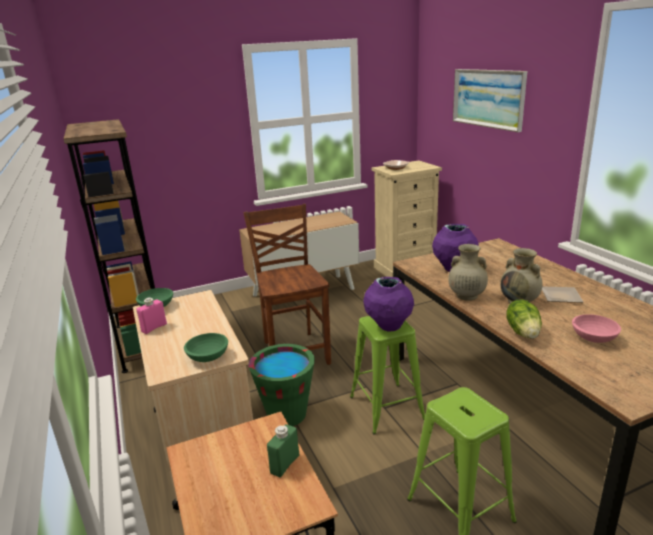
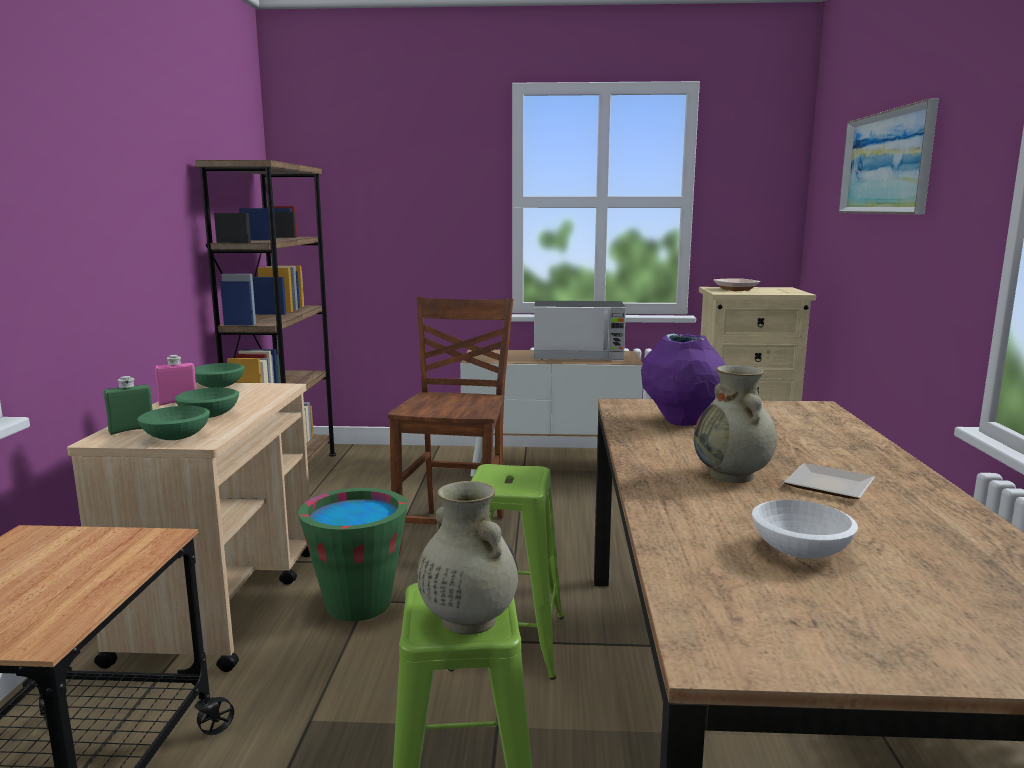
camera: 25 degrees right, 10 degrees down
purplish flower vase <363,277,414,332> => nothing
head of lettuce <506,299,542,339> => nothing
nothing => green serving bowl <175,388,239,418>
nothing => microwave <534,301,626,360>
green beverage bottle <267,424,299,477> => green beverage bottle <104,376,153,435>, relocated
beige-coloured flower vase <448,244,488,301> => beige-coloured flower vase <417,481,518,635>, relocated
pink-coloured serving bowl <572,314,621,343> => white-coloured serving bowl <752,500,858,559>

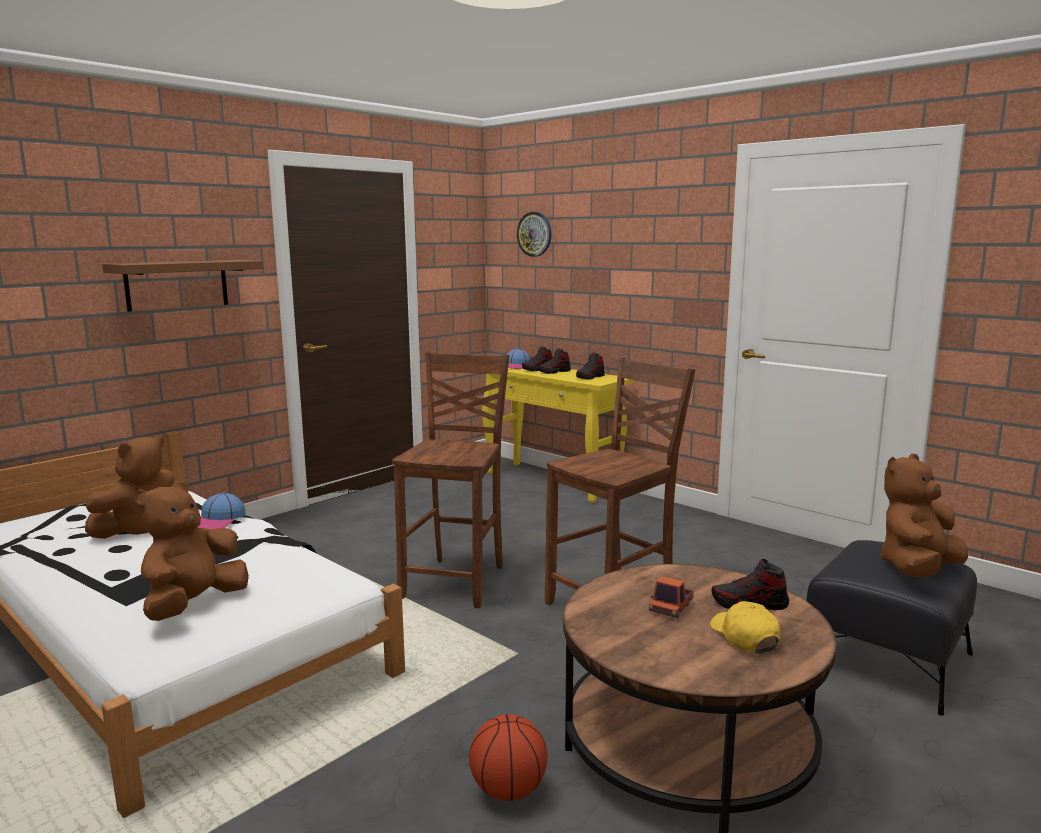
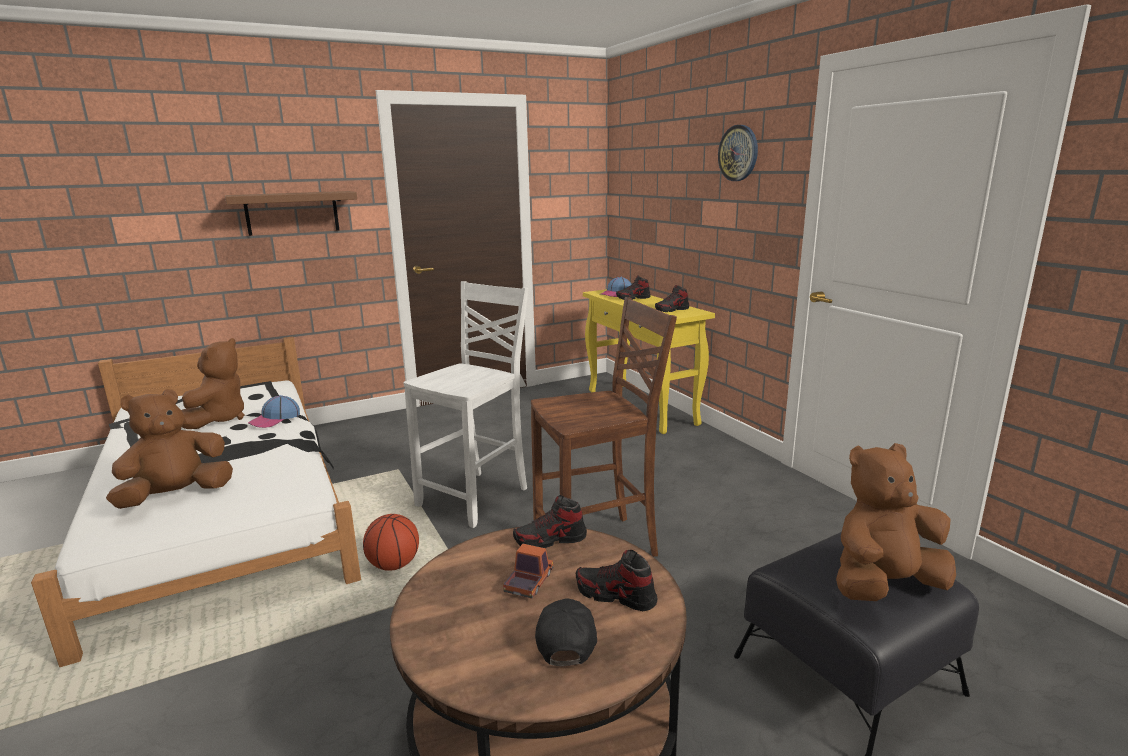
camera: 20 degrees right, 5 degrees up
basketball <469,714,548,801> => basketball <363,514,419,571>, relocated
wall clock <517,212,552,257> => wall clock <718,125,758,181>, relocated
low shoe <538,348,571,374> => low shoe <513,495,587,548>, relocated
brownish plain chair <392,352,509,608> => white-coloured plain chair <403,281,528,528>
yellow-coloured baseball cap <710,601,781,654> => blackish baseball cap <535,598,597,666>
brownish plush toy <85,435,174,539> => brownish plush toy <181,338,244,429>, 45 degrees counterclockwise
model truck <649,576,694,618> => model truck <503,544,553,599>, 150 degrees clockwise

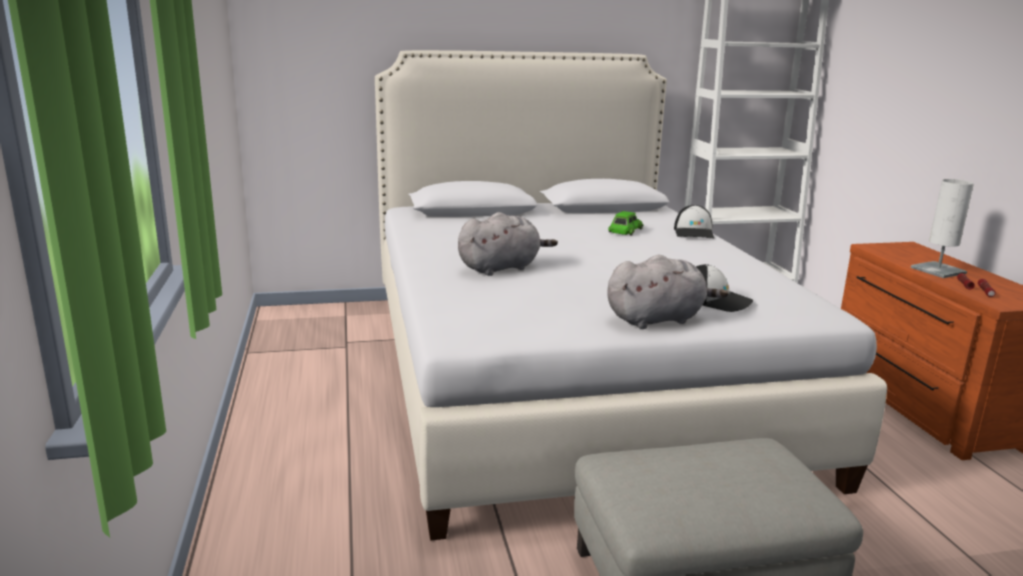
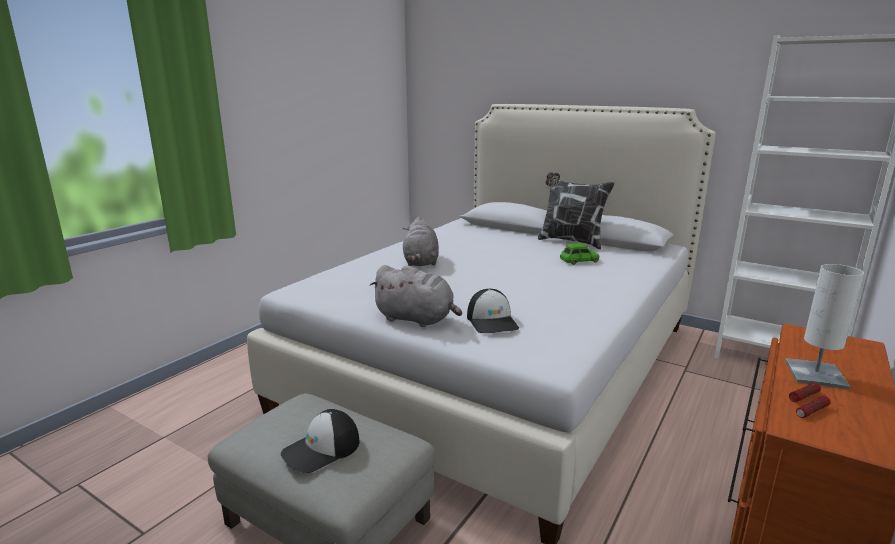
camera: 45 degrees right, 0 degrees up
nothing => cushion <538,172,614,249>
baseball cap <674,205,714,238> => baseball cap <281,409,360,473>, relocated
greyish plush toy <458,212,558,276> => greyish plush toy <403,217,439,266>, 75 degrees clockwise

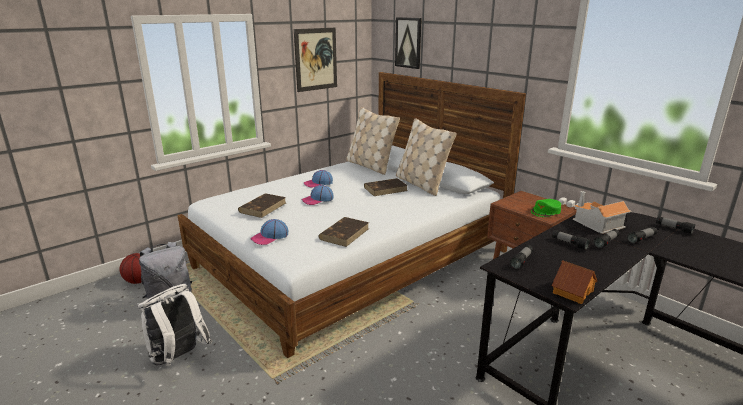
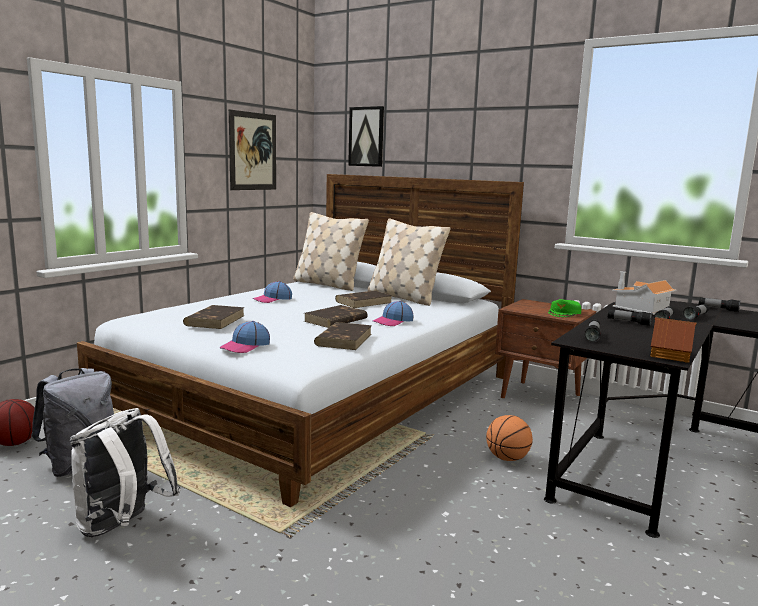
camera: 15 degrees left, 10 degrees down
nothing => brownish bound book <304,305,368,328>
nothing => basketball <486,415,533,461>
baseball cap <301,185,334,205> => baseball cap <373,301,414,326>, relocated

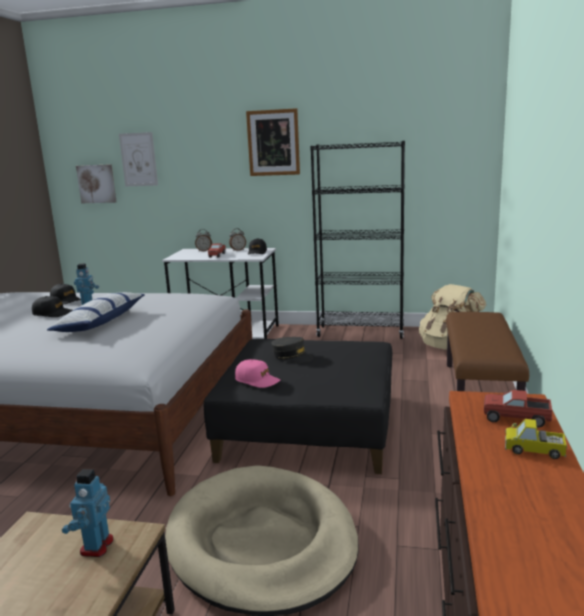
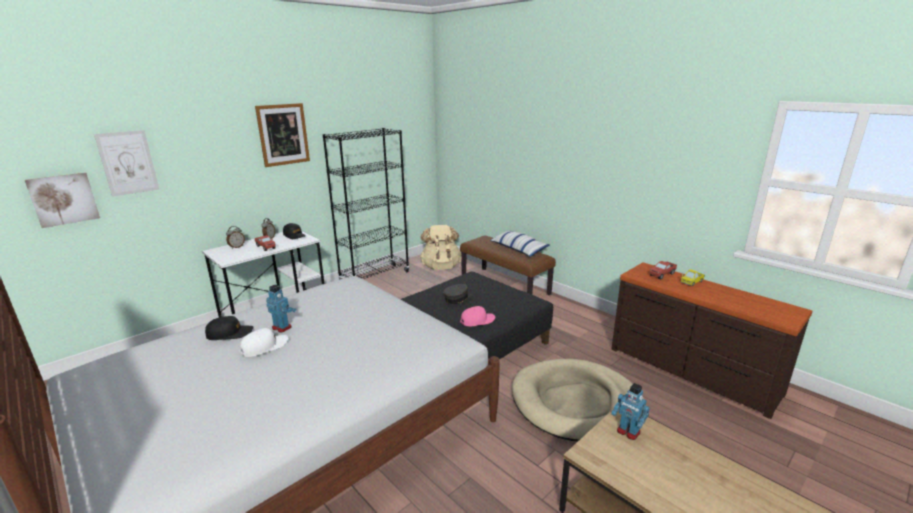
camera: 55 degrees left, 5 degrees up
cushion <47,292,145,332> => cushion <490,230,550,257>, relocated
blackish baseball cap <32,296,73,317> => white-coloured baseball cap <239,328,288,357>

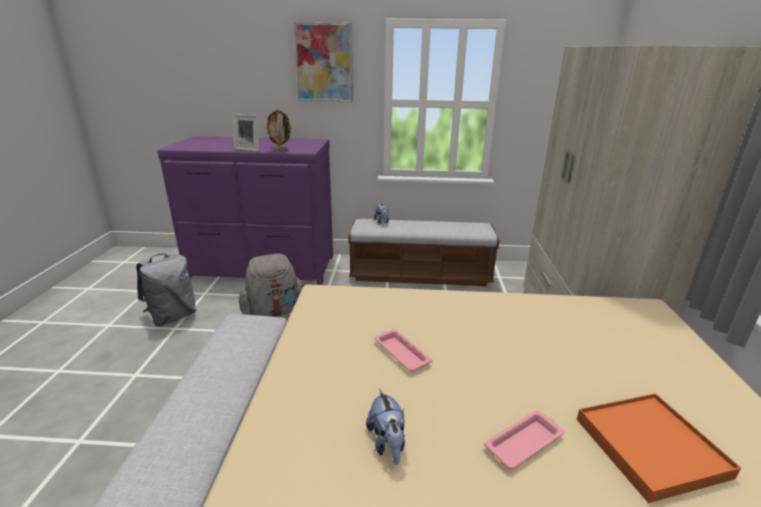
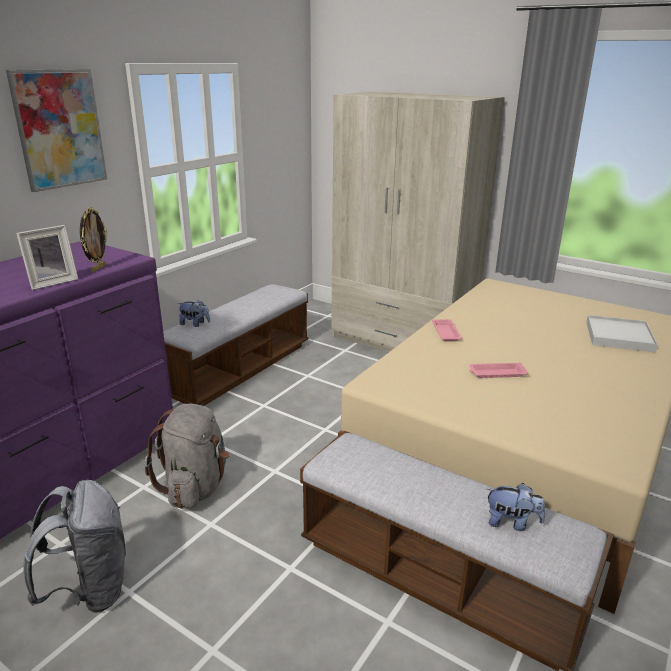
camera: 60 degrees left, 0 degrees up
plush toy <366,389,405,465> => plush toy <487,483,545,531>, relocated
pink-coloured serving tray <484,410,564,469> => pink-coloured serving tray <432,319,462,341>, relocated
orange serving tray <577,393,741,503> => white-coloured serving tray <586,315,658,352>

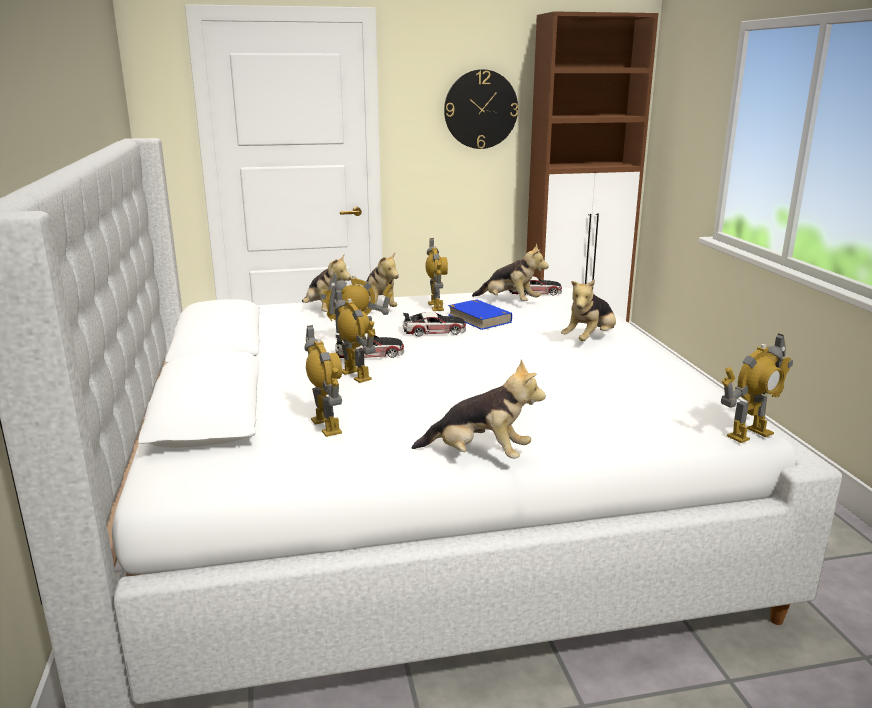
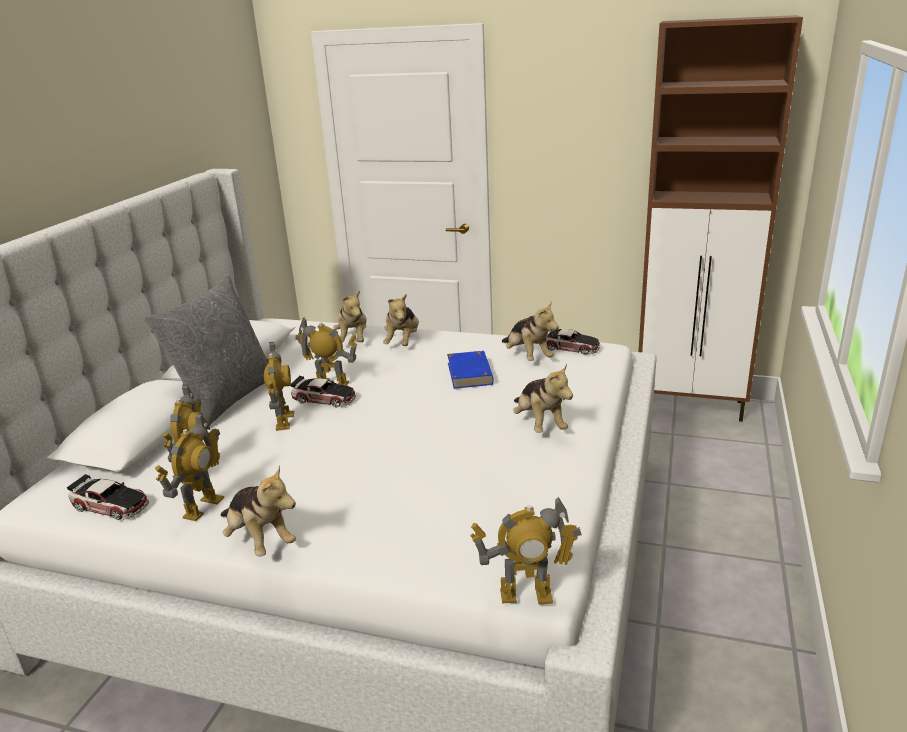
camera: 30 degrees right, 5 degrees up
wall clock <444,69,518,149> => nothing
nothing => greyish cushion <144,275,269,426>
toy car <403,312,466,337> => toy car <67,474,149,520>, relocated
toy robot <425,238,448,311> => toy robot <155,413,224,521>, relocated
plush toy <561,279,616,341> => plush toy <513,364,573,433>, 90 degrees counterclockwise

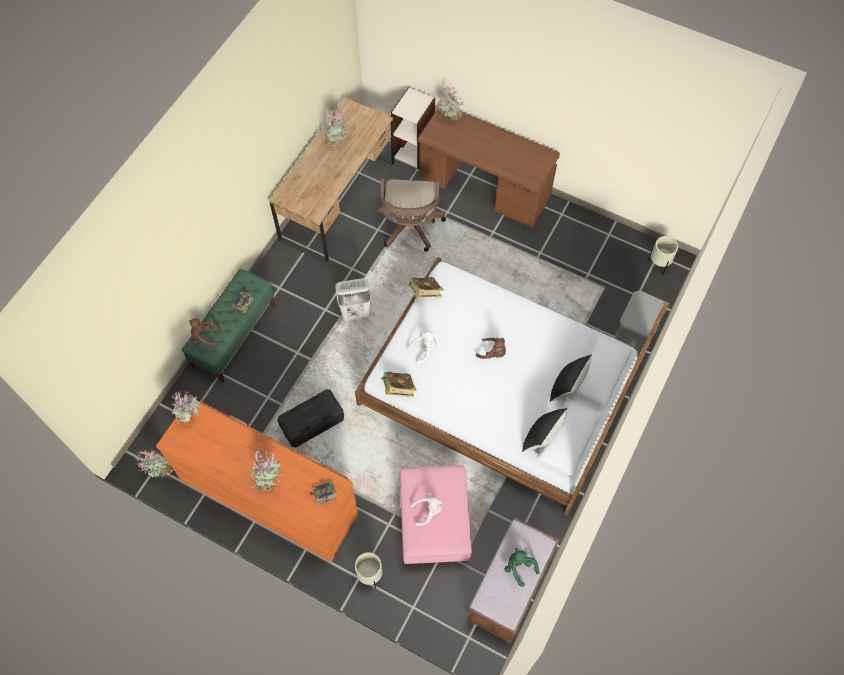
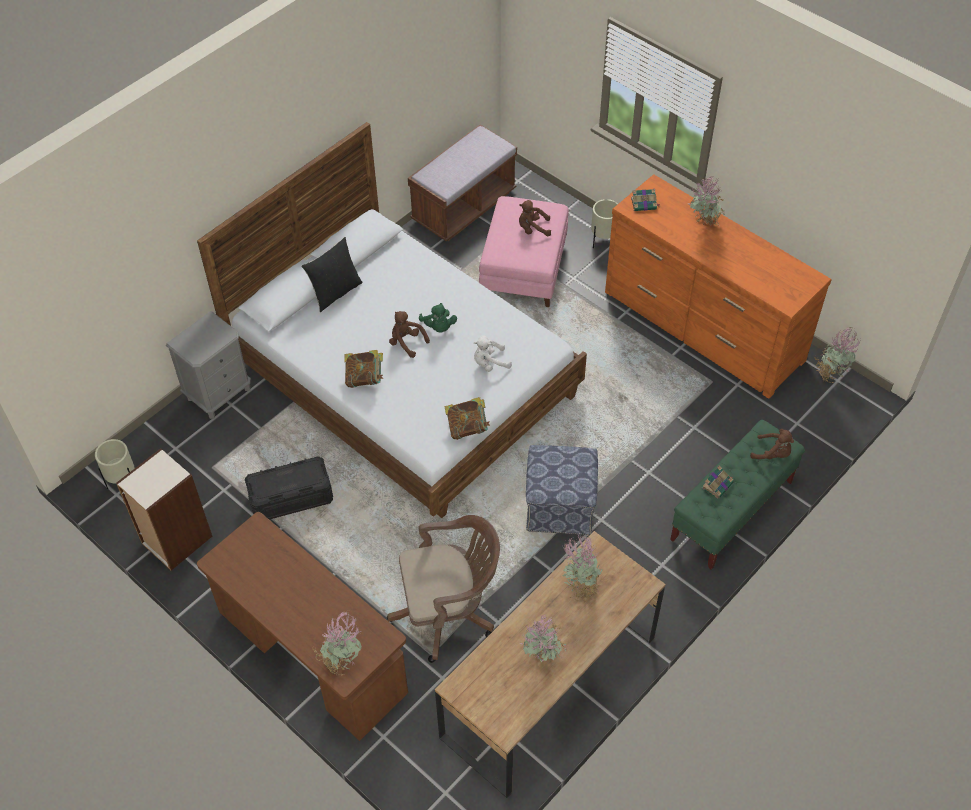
camera: 165 degrees left, 10 degrees down
blackish cushion <522,408,568,452> => nothing
potted plant <170,391,200,423> => potted plant <562,533,603,602>, relocated
blackish storage box <277,389,344,448> => blackish storage box <245,456,333,520>, relocated
bound book <381,372,417,397> => bound book <344,350,383,388>, relocated
shelving unit <391,87,435,169> => shelving unit <116,448,212,570>, relocated
green plush toy <505,548,539,587> => green plush toy <419,303,457,332>, relocated
white-coloured hamper <335,278,371,321> => footrest <526,445,598,535>
white-coloured plush toy <410,493,442,526> => brownish plush toy <519,200,551,236>
brownish computer chair <377,178,446,252> => brownish computer chair <387,515,500,663>, 60 degrees clockwise

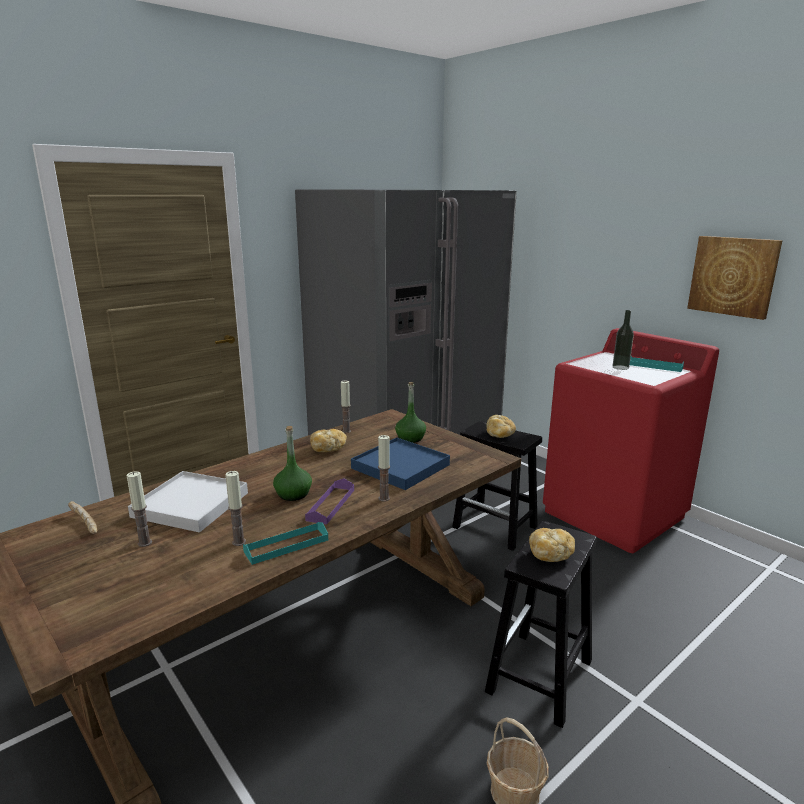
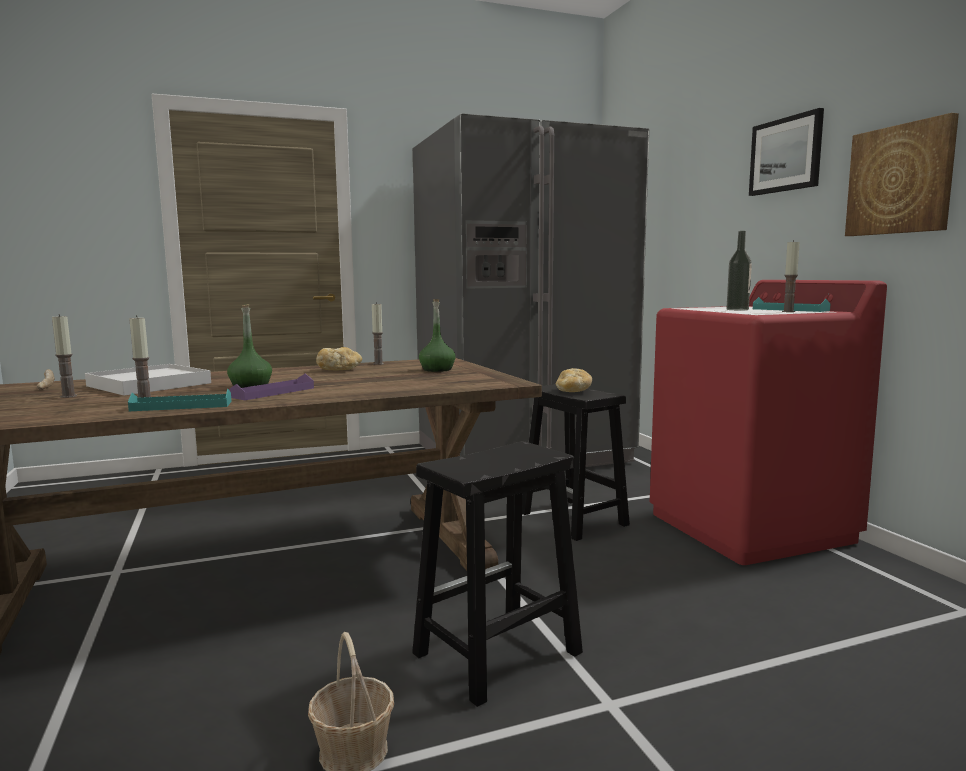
camera: 20 degrees right, 10 degrees down
blue-coloured serving tray <351,438,450,490> => nothing
bakery bread <529,528,575,562> => nothing
nothing => wall art <749,108,824,196>
wax light <378,435,390,502> => wax light <782,240,800,312>, relocated

